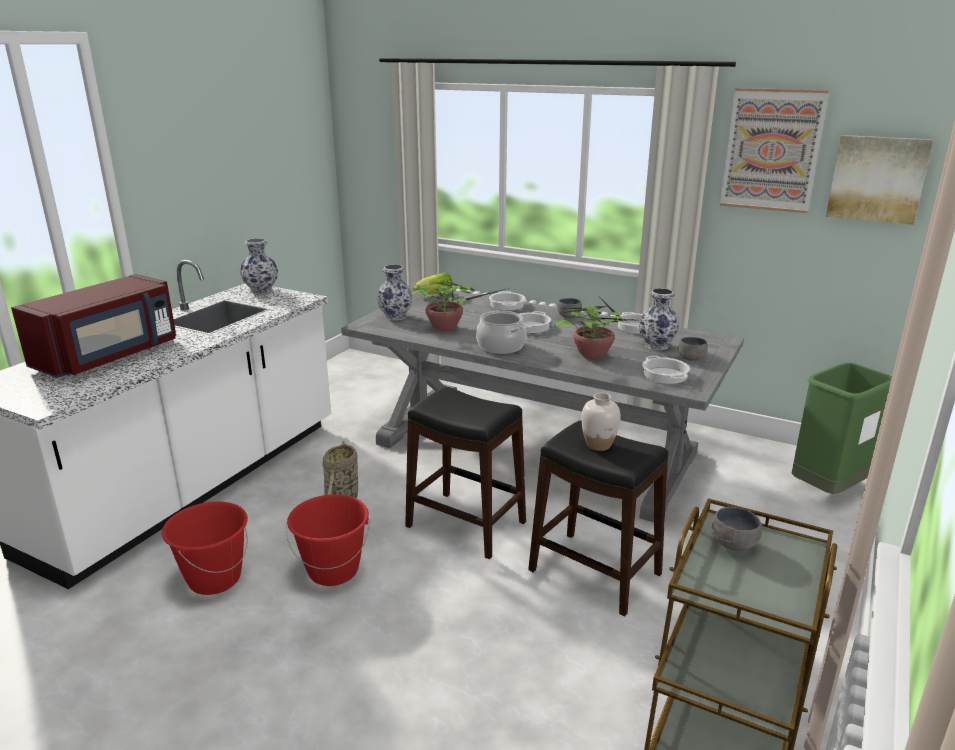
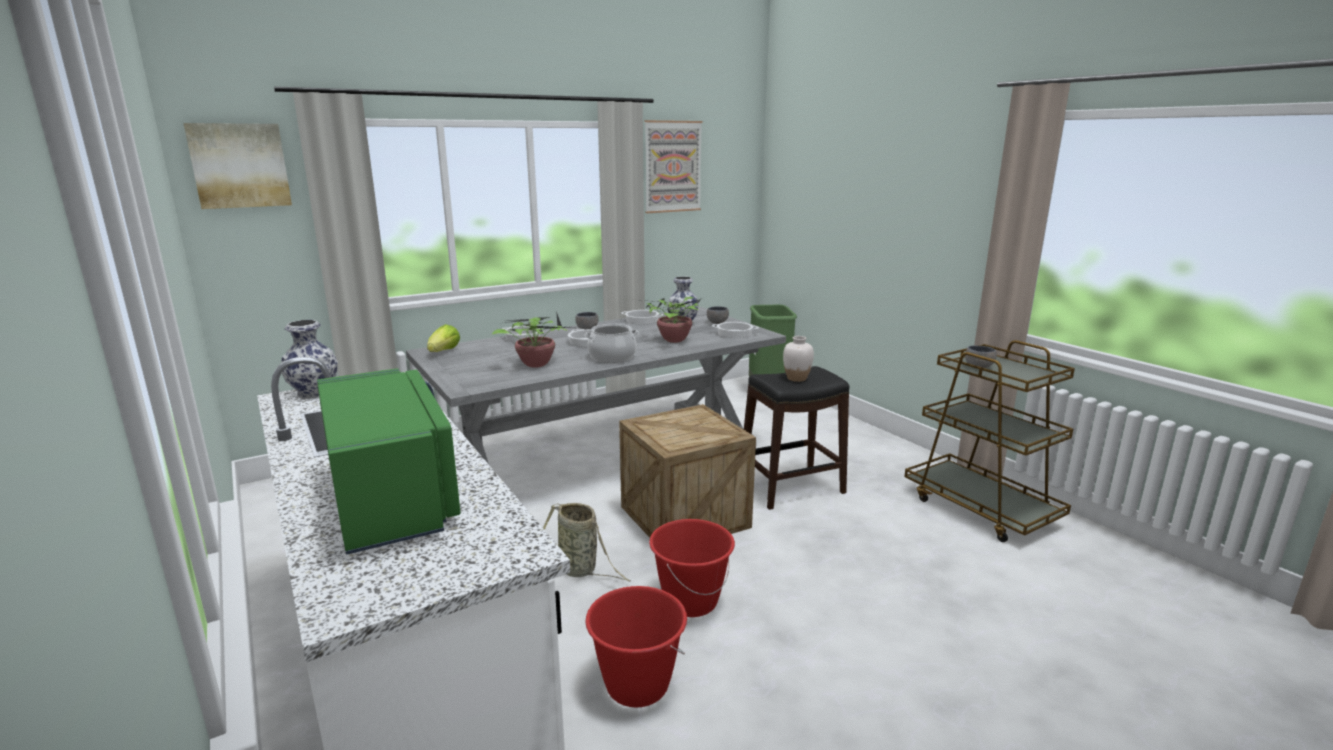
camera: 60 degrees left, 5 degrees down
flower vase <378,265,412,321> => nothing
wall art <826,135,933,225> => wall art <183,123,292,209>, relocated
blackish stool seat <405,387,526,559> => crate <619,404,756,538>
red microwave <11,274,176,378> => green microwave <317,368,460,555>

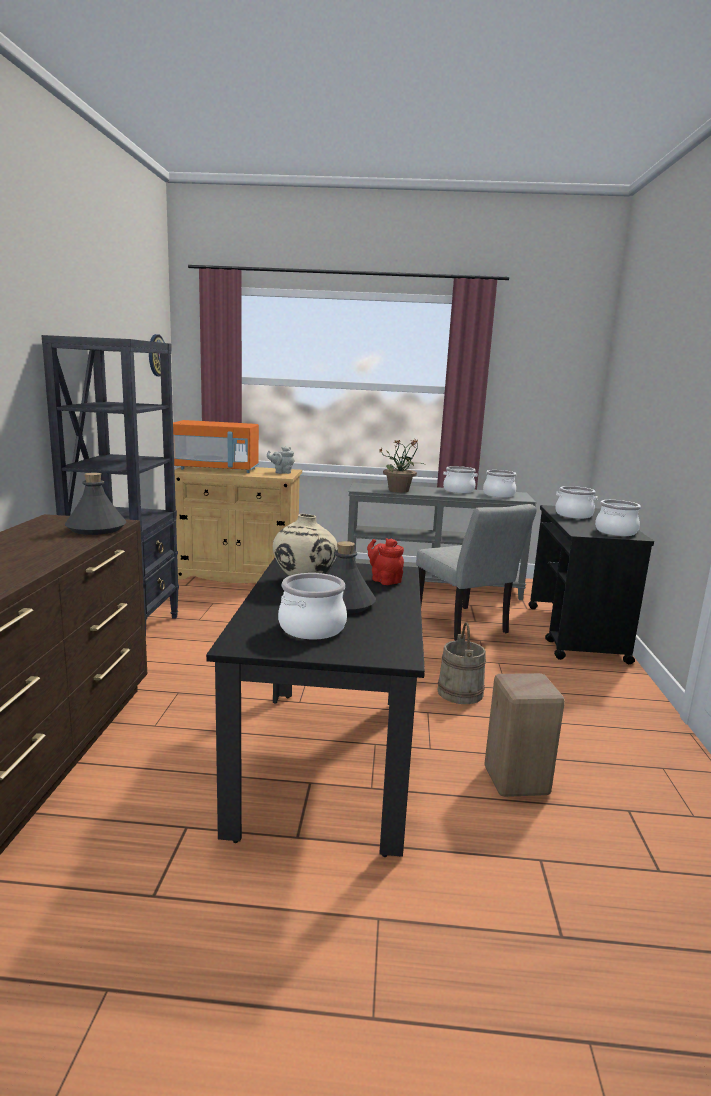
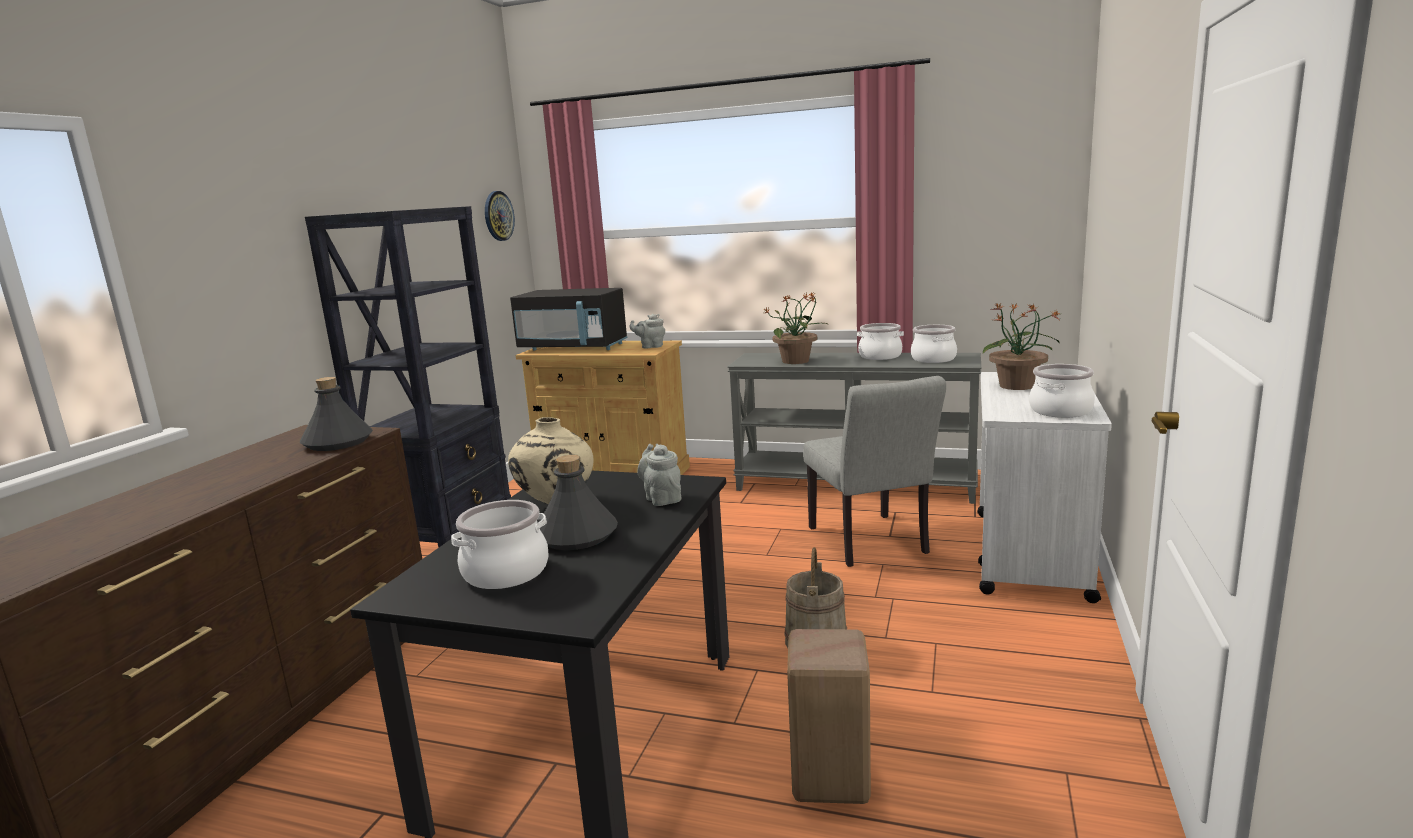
camera: 15 degrees right, 0 degrees up
stockpot <555,486,598,519> => potted plant <983,303,1061,390>
orange microwave <173,420,259,473> => blackish microwave <510,288,628,351>
red tea pot <367,538,404,585> => greyish tea pot <637,444,681,506>
blackish cart <528,505,654,664> => white-coloured cart <977,372,1112,603>

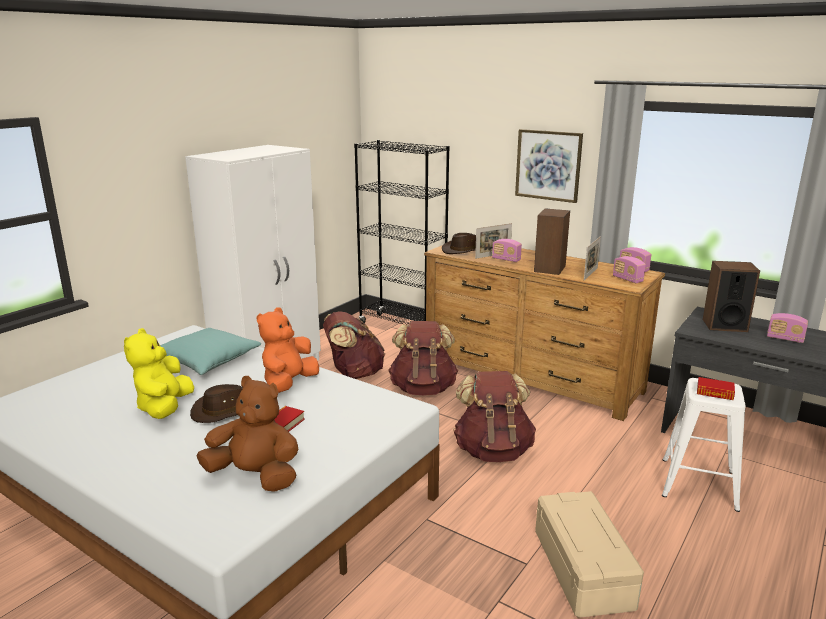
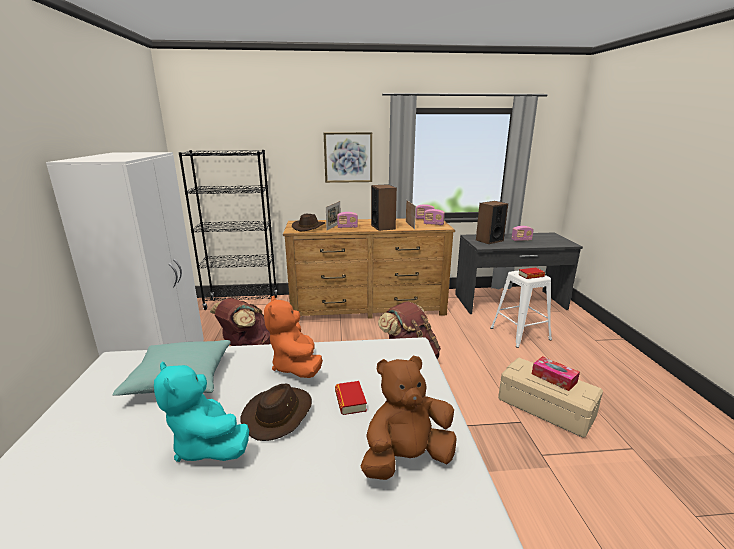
camera: 40 degrees left, 0 degrees up
brownish knapsack <388,321,458,395> => nothing
nothing => tissue box <532,356,580,391>
yellow-coloured plush toy <124,328,194,419> => turquoise-coloured plush toy <154,361,249,462>

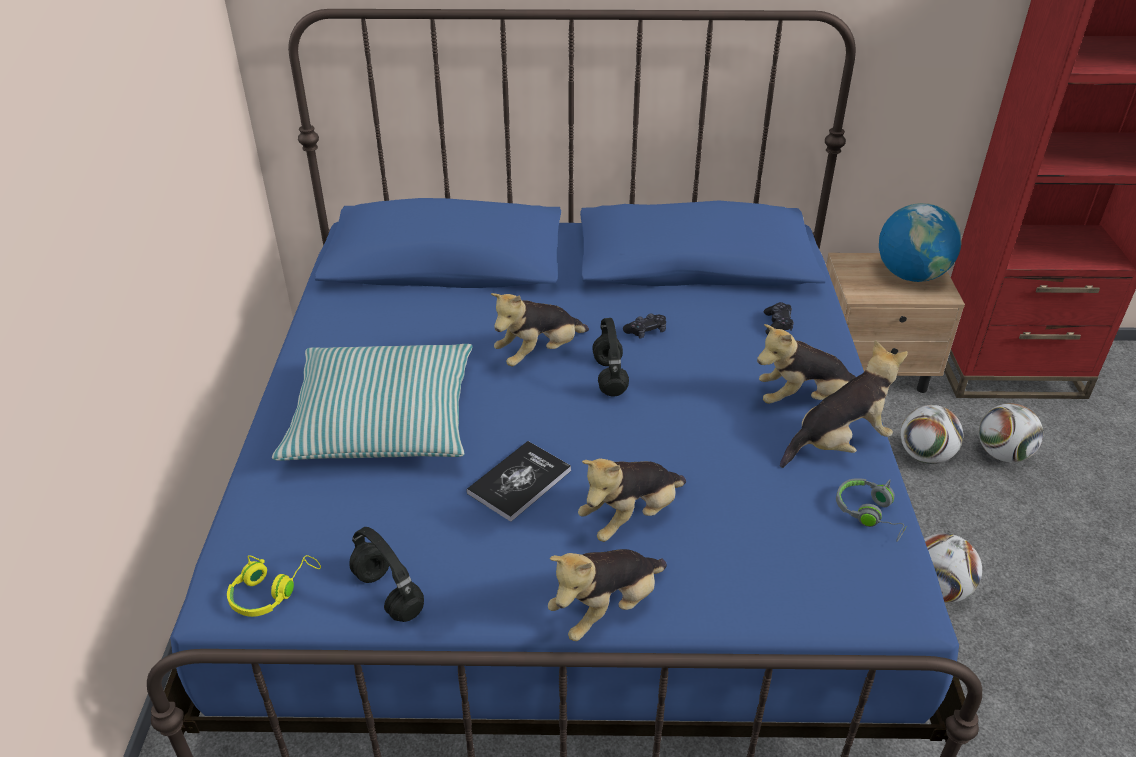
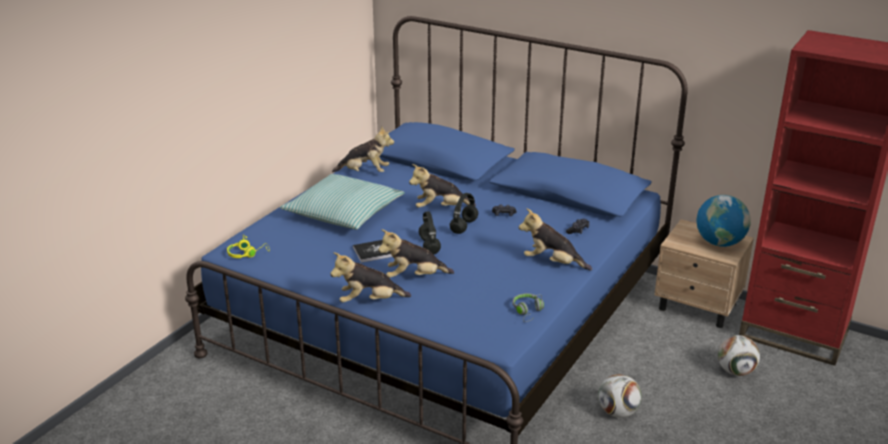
camera: 30 degrees right, 10 degrees down
ball for football <900,405,963,464> => nothing
blackish pair of headphones <349,527,424,622> => blackish pair of headphones <419,211,441,254>, relocated
plush toy <780,340,908,468> => plush toy <332,126,394,173>, relocated

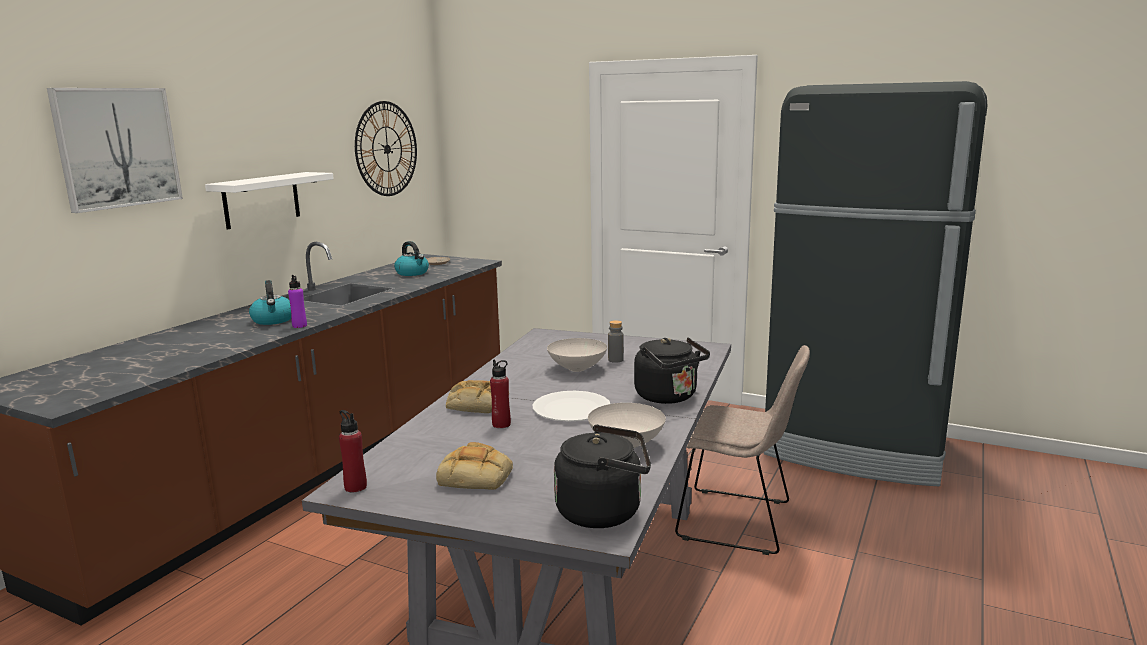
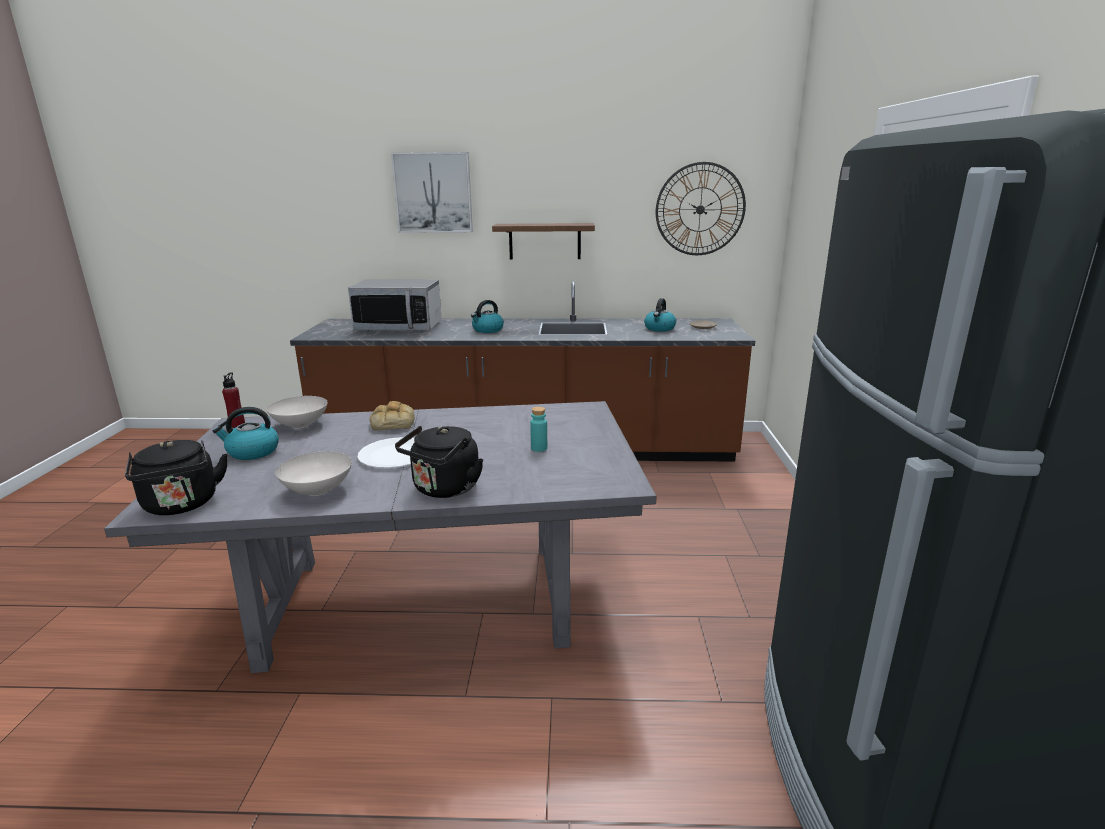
camera: 65 degrees right, 5 degrees up
purplish beverage bottle <288,275,307,328> => nothing
red beverage bottle <490,359,511,428> => nothing
beige-coloured plain chair <675,345,810,555> => nothing
nothing => microwave <348,279,442,331>
white-coloured serving bowl <547,338,607,372> => white-coloured serving bowl <267,396,328,428>, relocated
bakery bread <436,442,513,489> => kettle <213,407,279,460>
white-coloured wall shelf <205,172,334,229> => brownish wall shelf <492,223,595,260>
greyish beverage bottle <608,320,624,363> => turquoise-coloured beverage bottle <530,407,547,452>

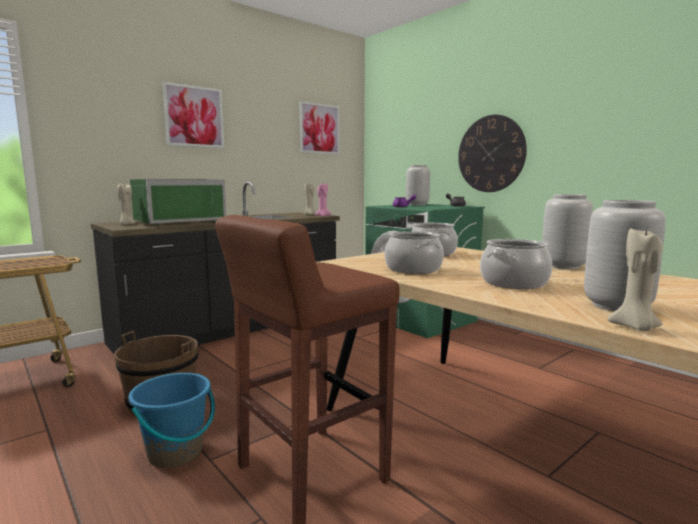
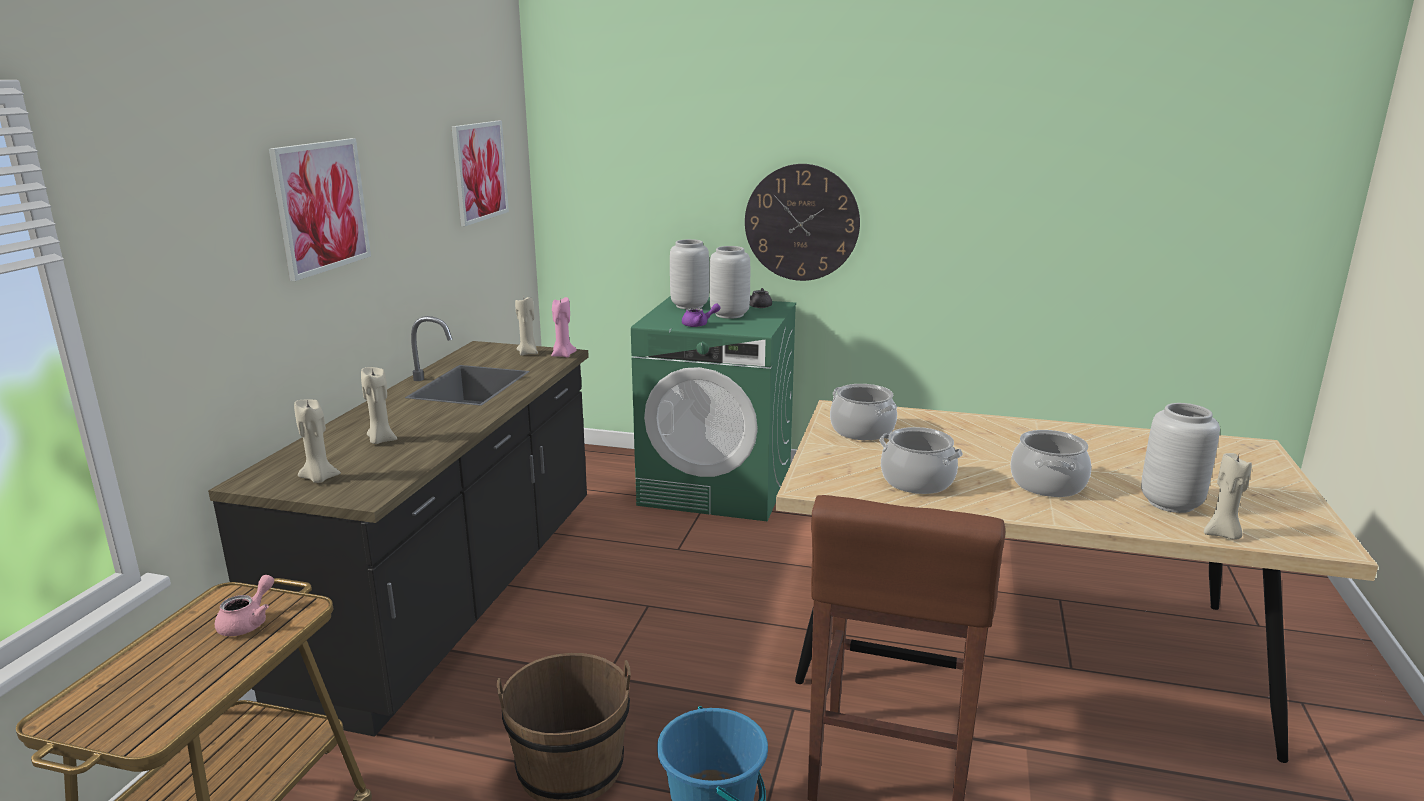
camera: 35 degrees left, 10 degrees up
nothing => pink-coloured tea pot <215,575,274,636>
greyish flower vase <542,194,593,269> => greyish flower vase <710,246,750,319>, relocated
green microwave <130,179,226,226> => beige-coloured wax light <361,367,397,444>

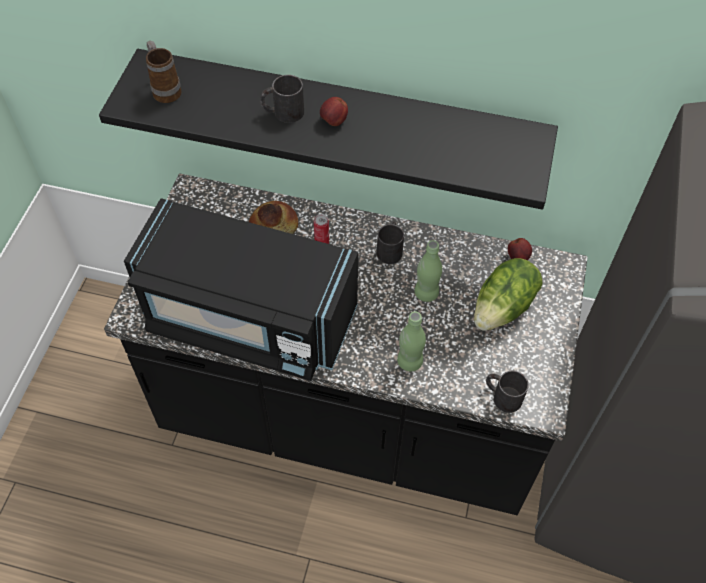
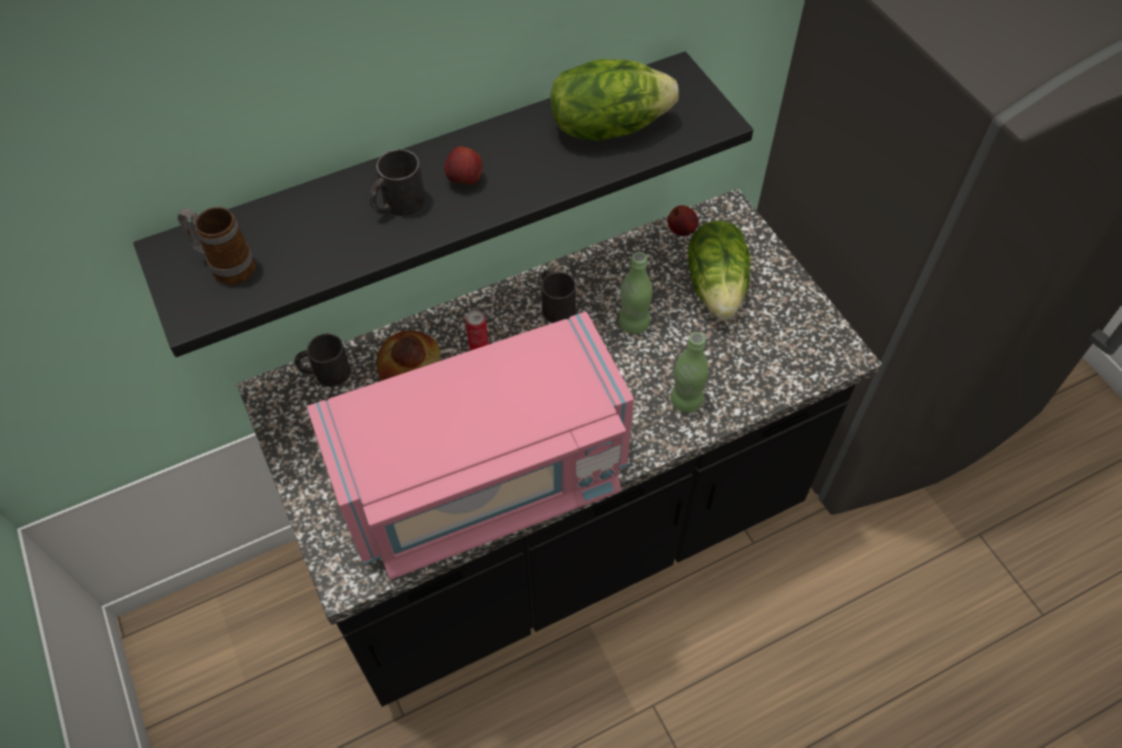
camera: 40 degrees left, 0 degrees up
nothing => head of lettuce <550,59,679,140>
blackish mug <486,371,529,413> => blackish mug <295,334,351,387>, relocated
blackish microwave <124,198,358,381> => pink-coloured microwave <307,311,634,580>

